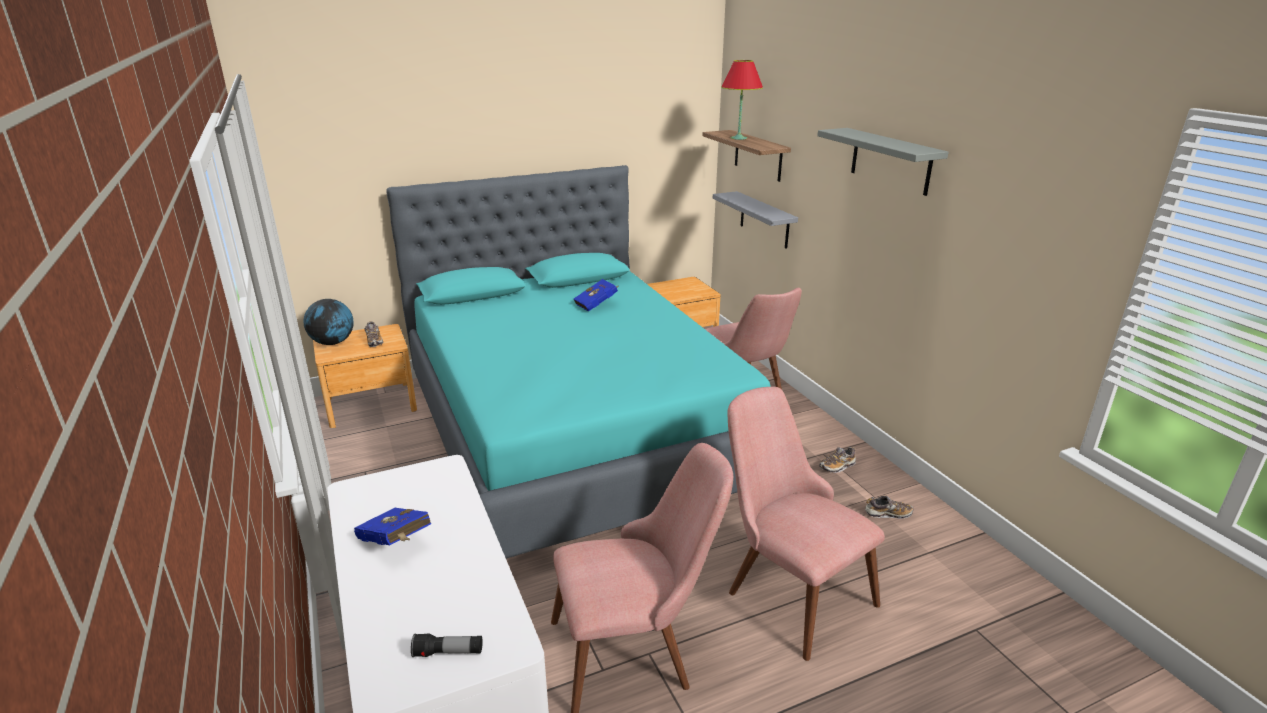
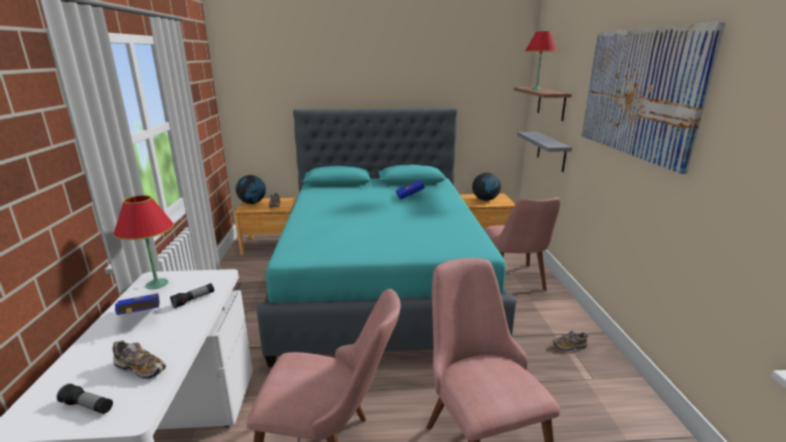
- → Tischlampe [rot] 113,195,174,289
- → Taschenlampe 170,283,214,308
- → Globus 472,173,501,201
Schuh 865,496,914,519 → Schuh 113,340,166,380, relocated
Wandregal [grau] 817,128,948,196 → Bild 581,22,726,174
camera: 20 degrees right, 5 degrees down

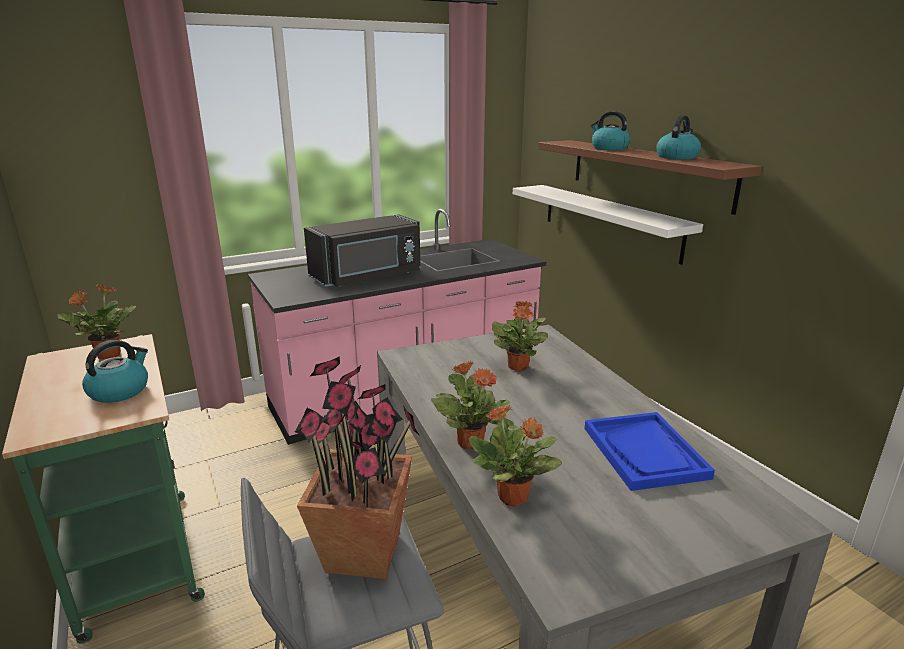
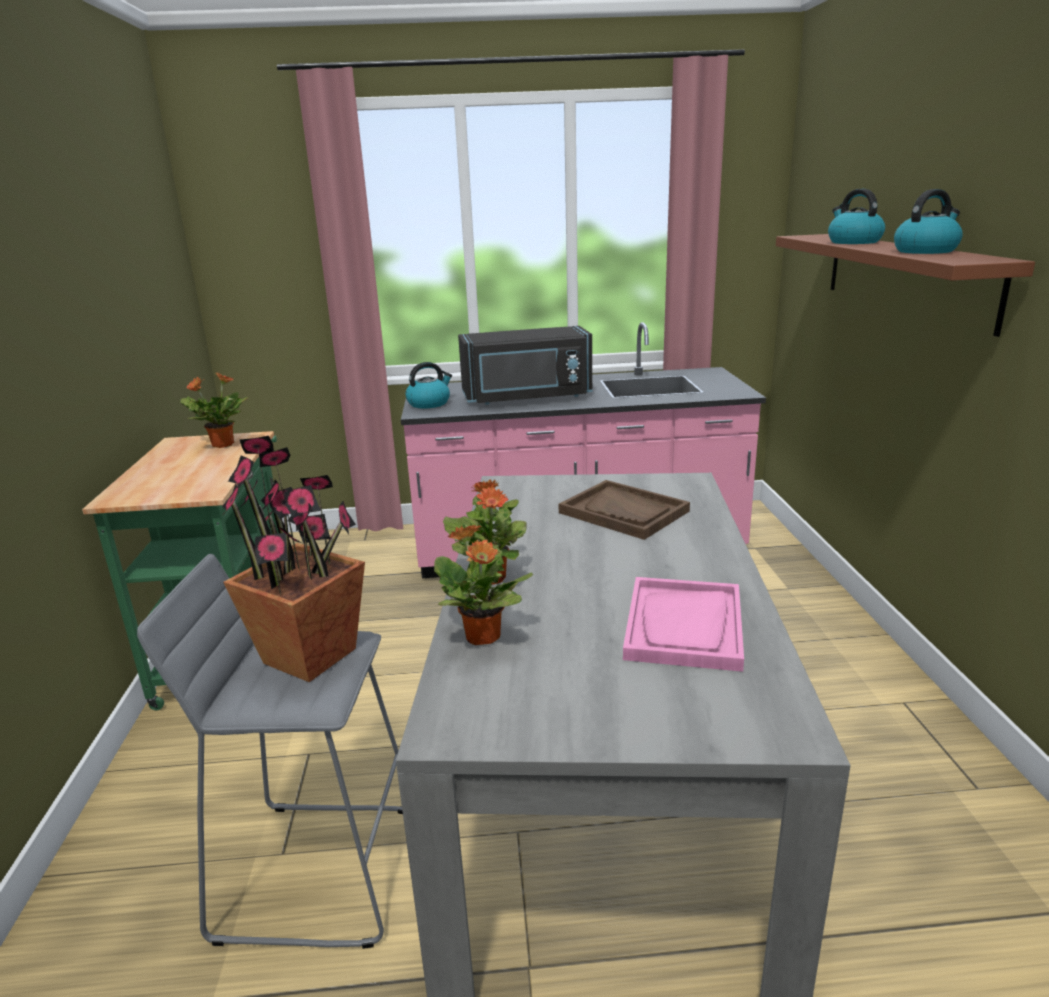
Wandregal [weiß] 513,185,703,265 → -
Wasserkessel 82,340,148,403 → Wasserkessel 405,362,452,409, relocated
Topfpflanze 492,301,548,371 → Tablett [braun] 559,480,690,540
Tablett [blau] 584,412,715,491 → Tablett [rosa] 623,577,744,672
camera: 25 degrees right, 0 degrees up

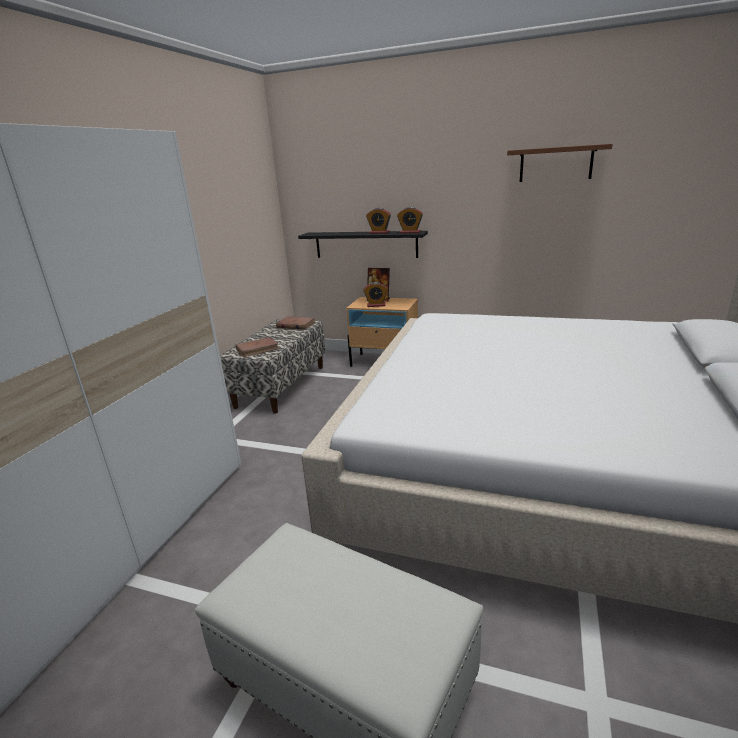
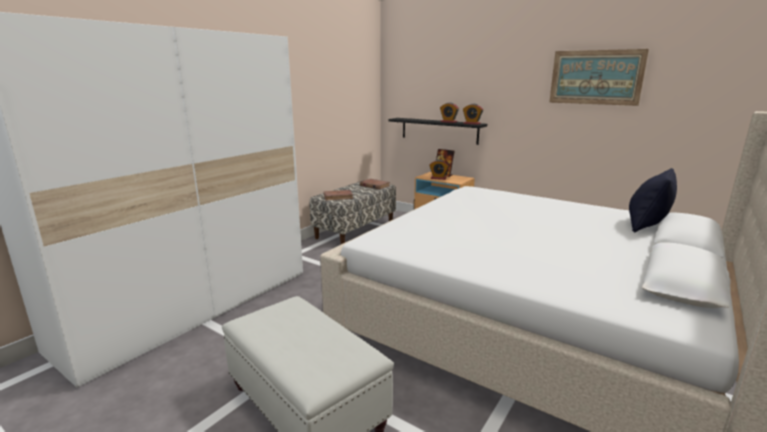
- → Kissen [schwarz] 629,168,677,232
Wandregal [braun] 507,144,613,182 → Bild 549,49,649,106
camera: 15 degrees right, 5 degrees down

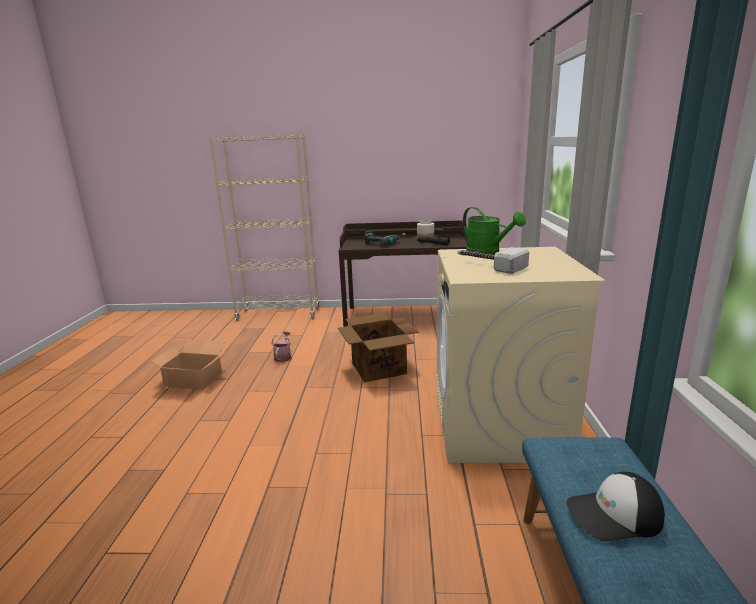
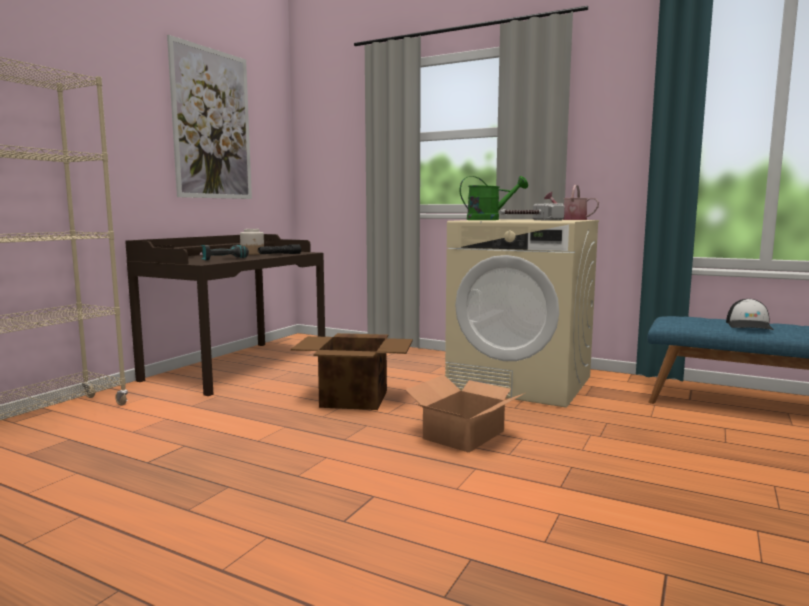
- → Bild 167,35,252,199
Karton 151,339,225,390 → Karton 406,375,525,453, relocated
Gießkanne 271,332,291,362 → Gießkanne 544,185,599,220, relocated
camera: 65 degrees left, 10 degrees down

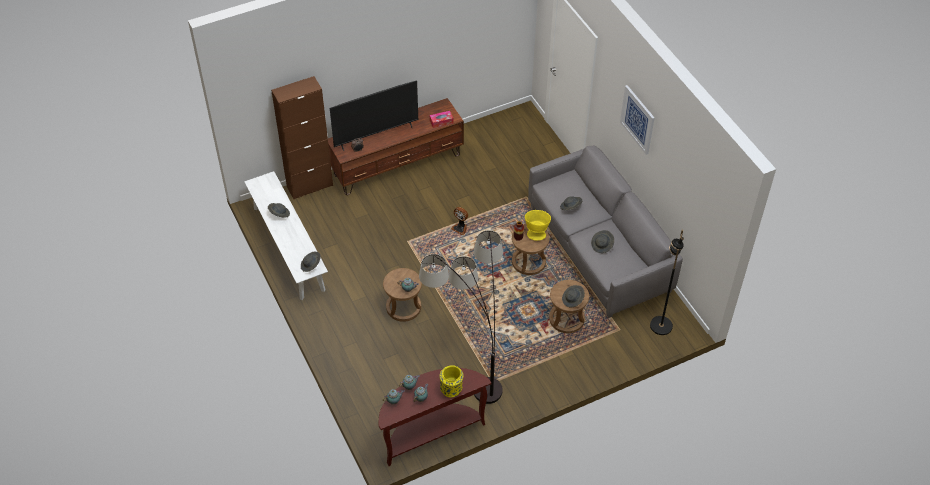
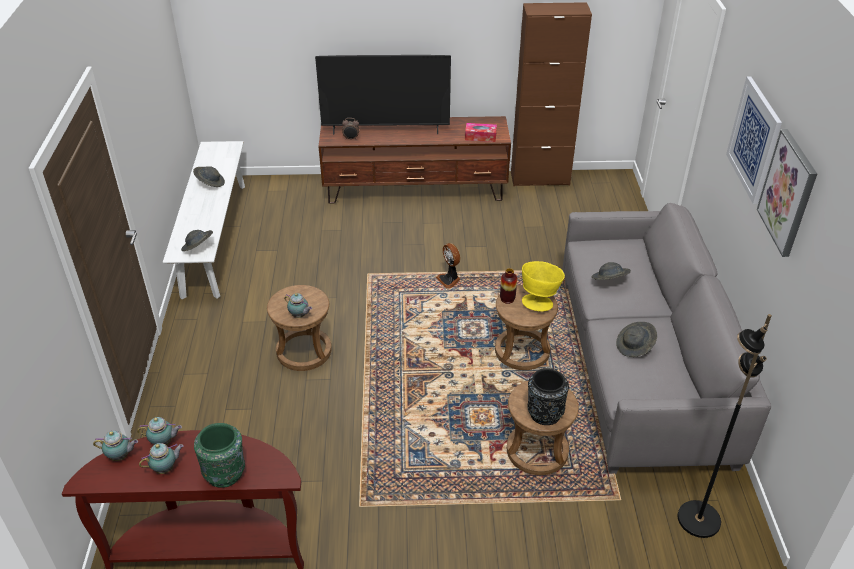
Stehlampe 419,230,503,404 → -
- → Bild 757,129,817,257
Schrank [braun] 271,76,333,199 → Schrank [braun] 511,2,592,187, relocated
Hut [grau] 562,285,585,307 → Vase [schwarz] 527,368,569,425
Vase [gelb] 439,365,463,397 → Vase [grün] 194,423,245,488
camera: 25 degrees right, 10 degrees down

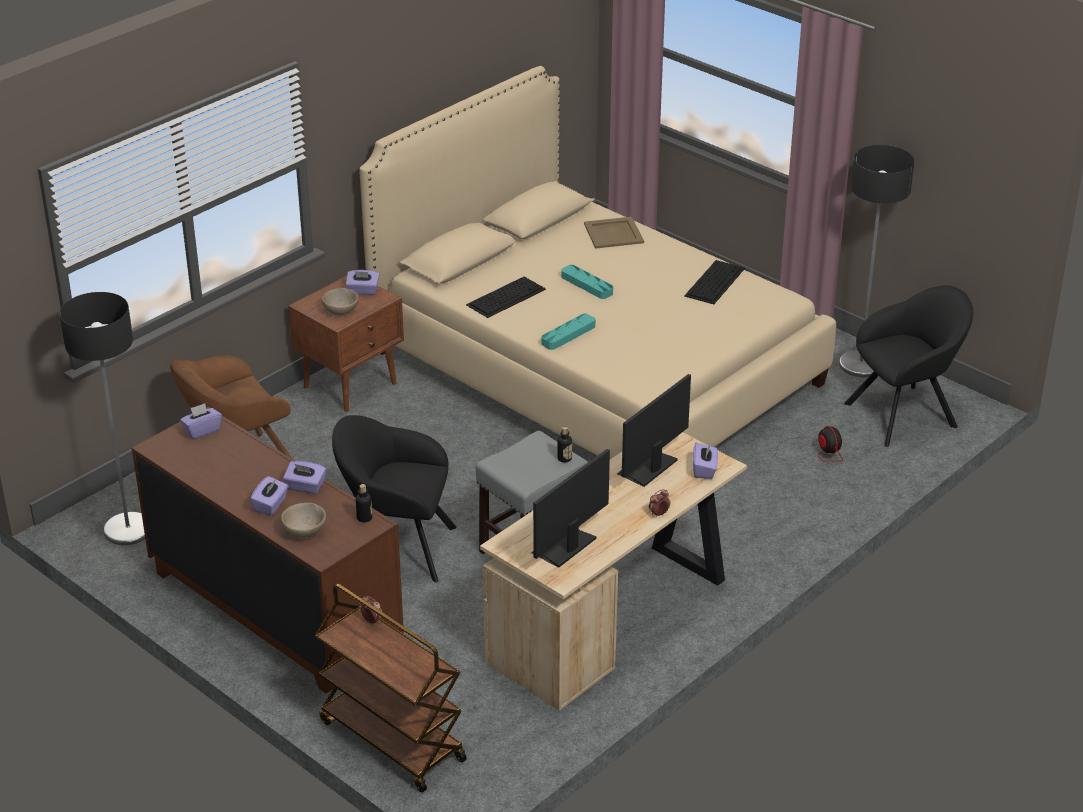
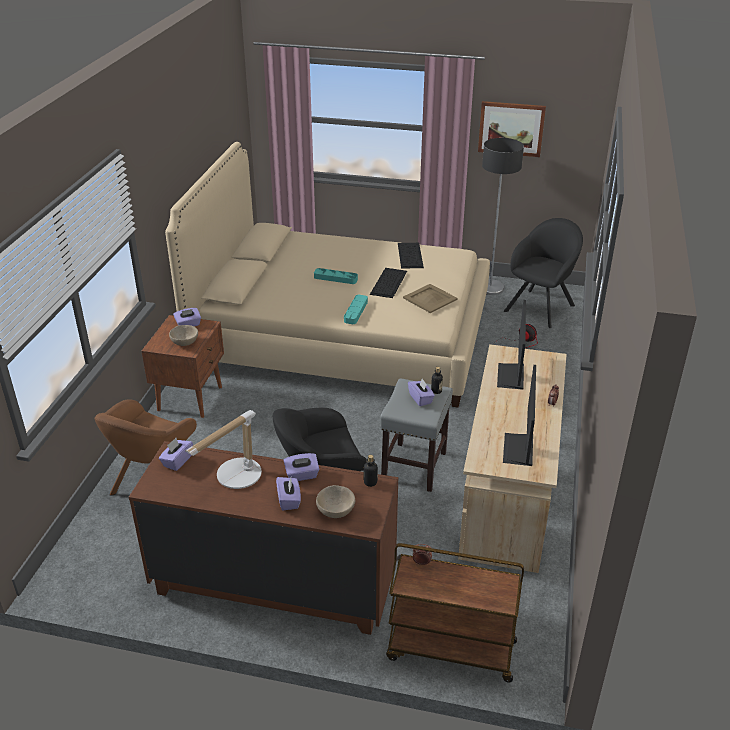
Stehlampe 59,292,145,545 → -
- → Tischlampe 185,410,262,489
- → Bild 478,101,546,157
Tastatur 466,277,546,318 → Tastatur 370,268,407,298, relocated
Tablett [beige] 584,217,644,249 → Tablett [beige] 403,284,458,313, relocated
Taschentuchbox [lila] 693,443,718,479 → Taschentuchbox [lila] 408,379,435,406, relocated
camera: 30 degrees left, 0 degrees up

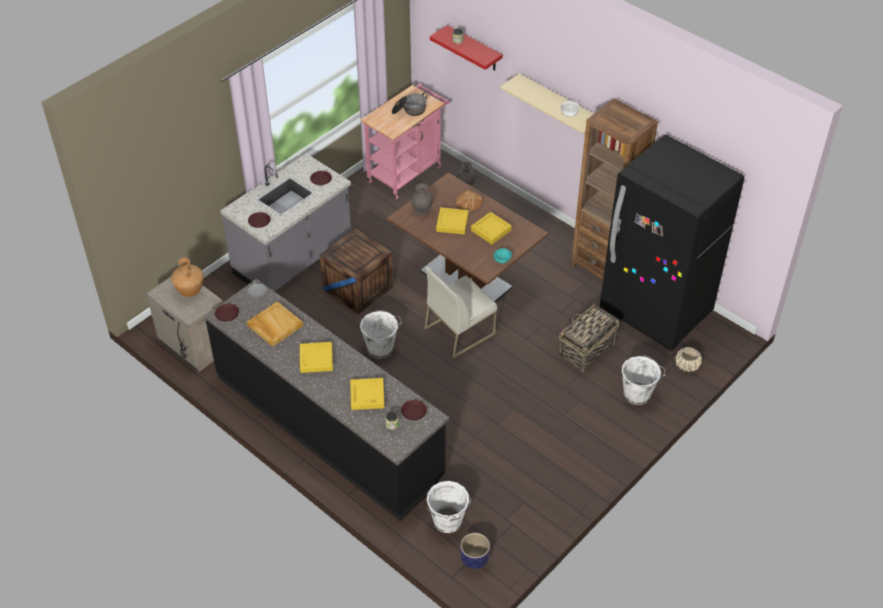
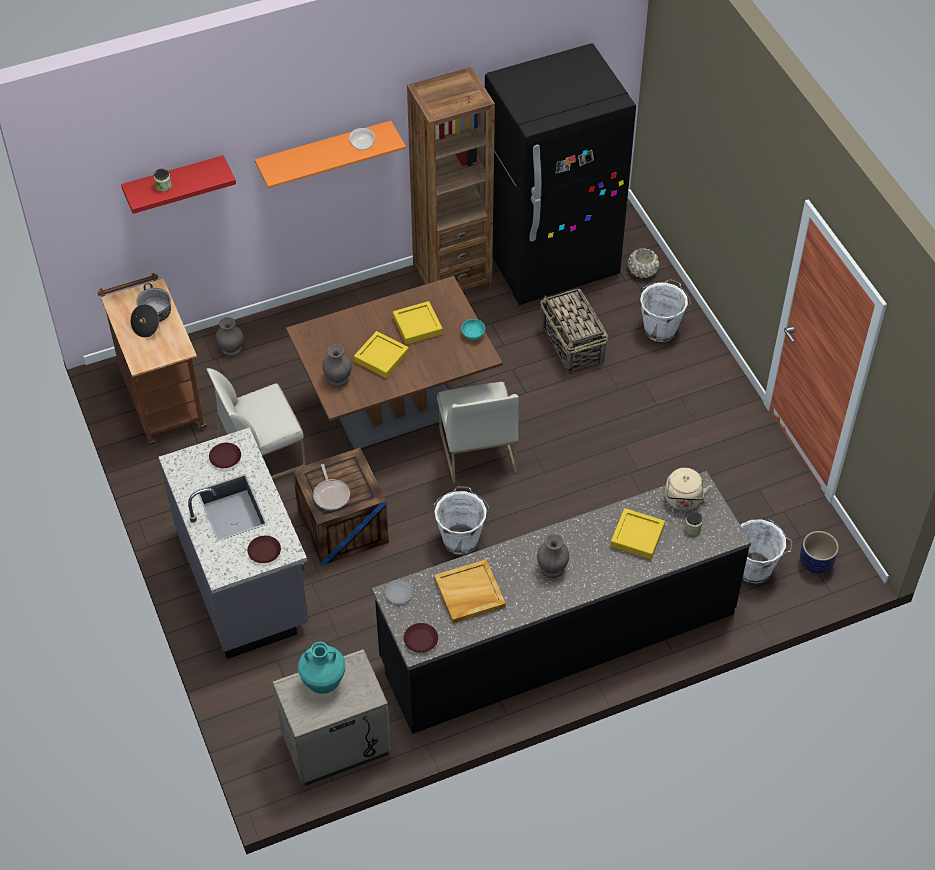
Brot 455,189,483,211 → -
- → Stuhl [weiß] 207,368,306,479
- → Pfanne 313,464,350,510
Tablett [gelb] 300,342,333,373 → Vase [grau] 537,534,569,578
Teller [braun] 401,400,427,420 → Wasserkessel [beige] 665,468,712,510
Vase [braun] 171,257,203,297 → Vase [türkis] 298,642,345,694
Rollwagen [rosa] 361,84,450,199 → Rollwagen [braun] 98,273,208,446
Wandregal [beige] 500,74,594,134 → Wandregal [orange] 255,121,406,188
camera: 65 degrees left, 5 degrees up

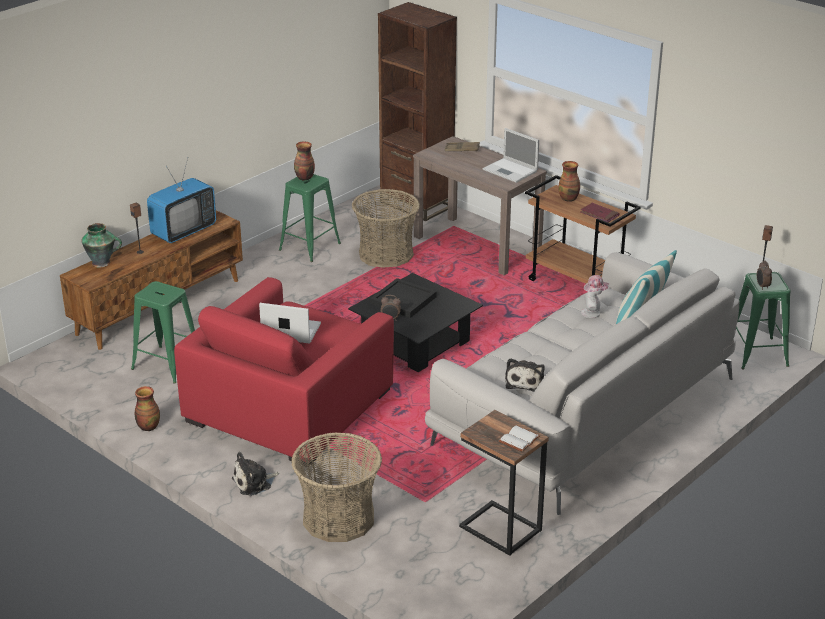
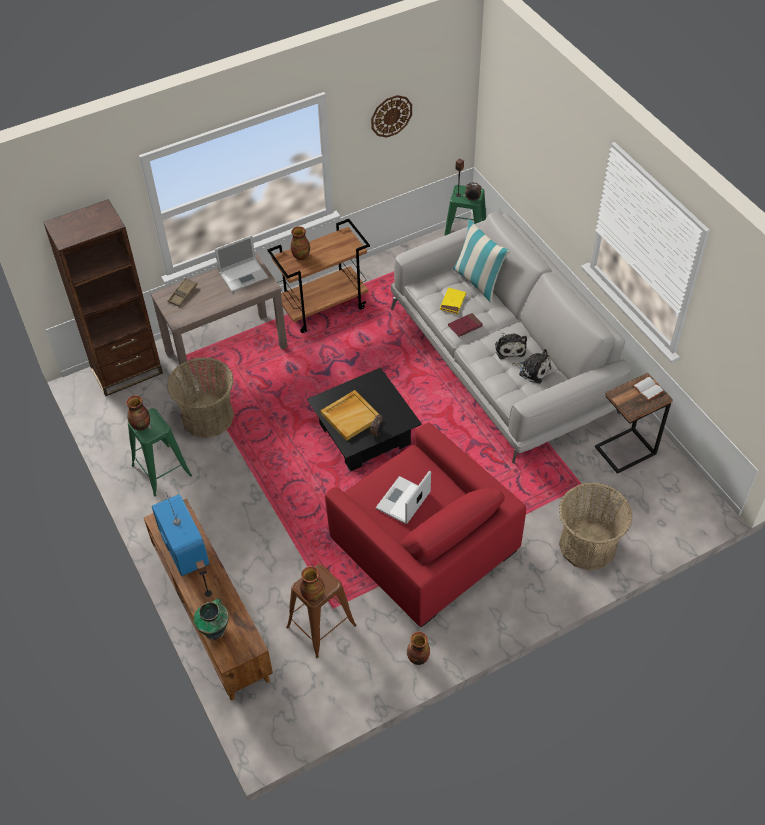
- → Vase 300,566,325,602
- → Wanduhr 371,95,412,138
Plüschtier 232,452,279,496 → Plüschtier 495,333,527,359, relocated
Buch [rot] 580,203,620,222 → Buch [rot] 448,313,483,337, relocated
Hut 581,275,609,318 → Buch [gelb] 440,288,466,314
Hocker [grün] 131,281,195,384 → Hocker [braun] 286,564,357,658
Tablett [schwarz] 370,278,437,318 → Tablett [beige] 321,390,379,441
camera: 70 degrees left, 20 degrees up

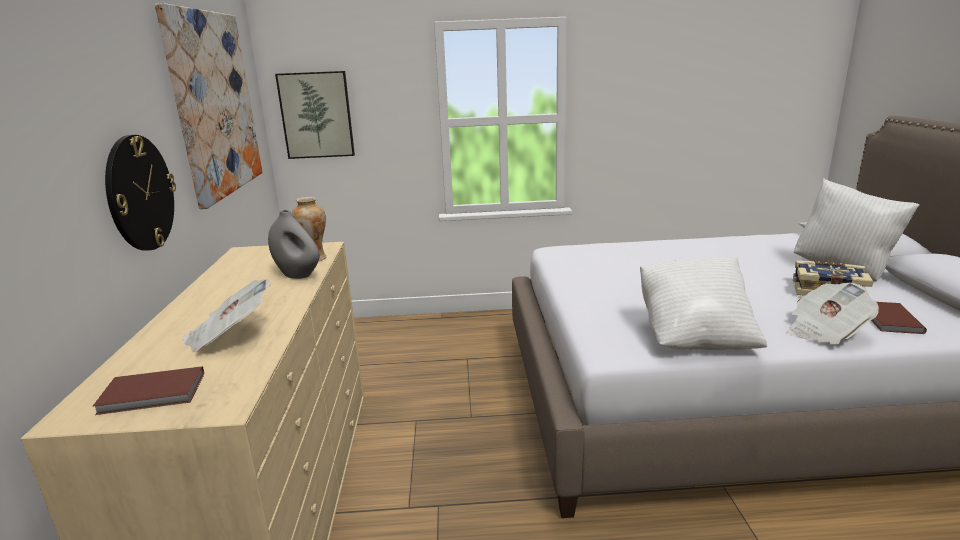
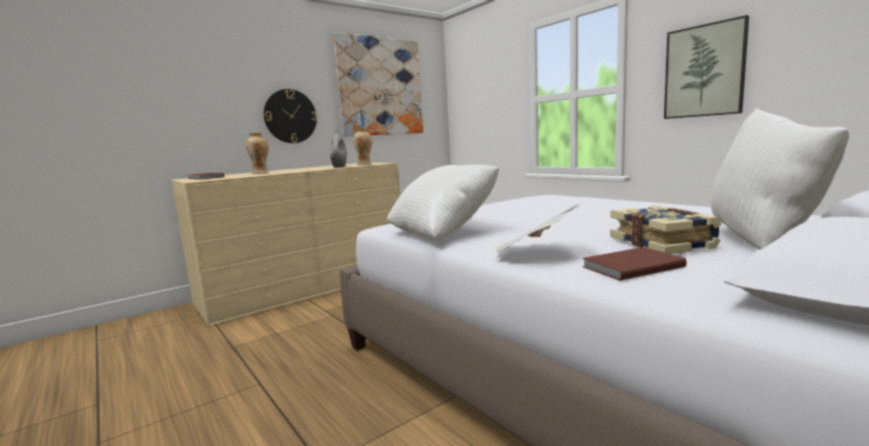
Bild 275,71,355,159 → Bild 664,15,749,119, relocated
Zeitung 182,279,270,352 → Vase 246,133,269,174
camera: 55 degrees right, 10 degrees down

